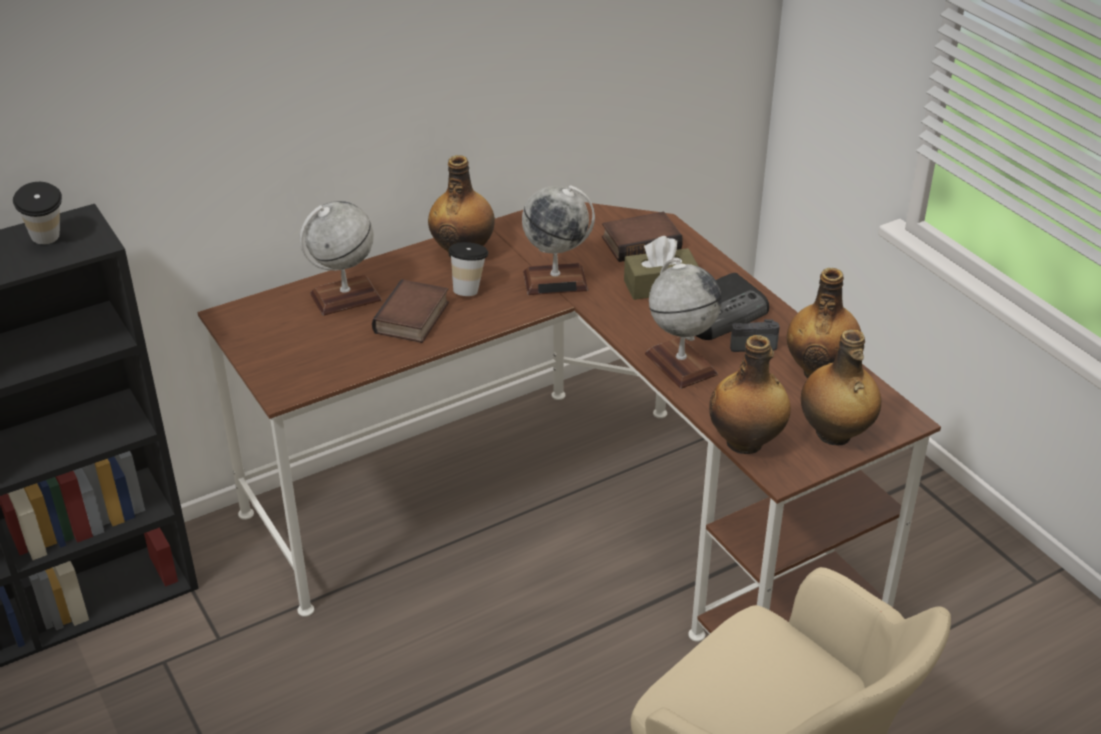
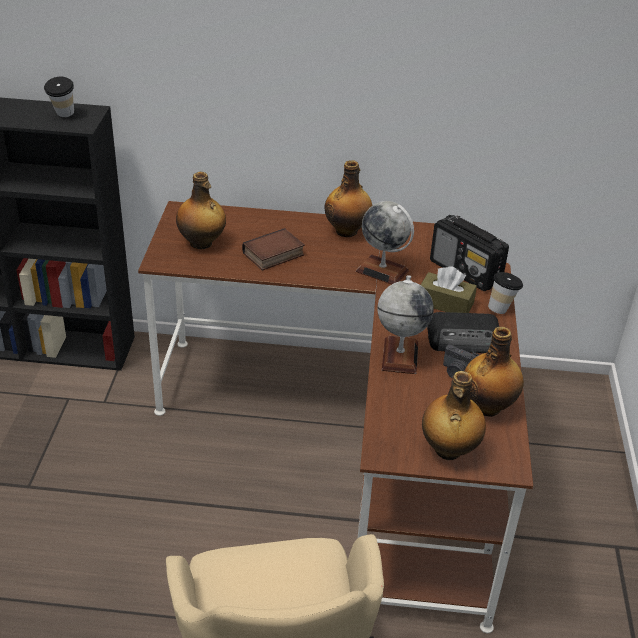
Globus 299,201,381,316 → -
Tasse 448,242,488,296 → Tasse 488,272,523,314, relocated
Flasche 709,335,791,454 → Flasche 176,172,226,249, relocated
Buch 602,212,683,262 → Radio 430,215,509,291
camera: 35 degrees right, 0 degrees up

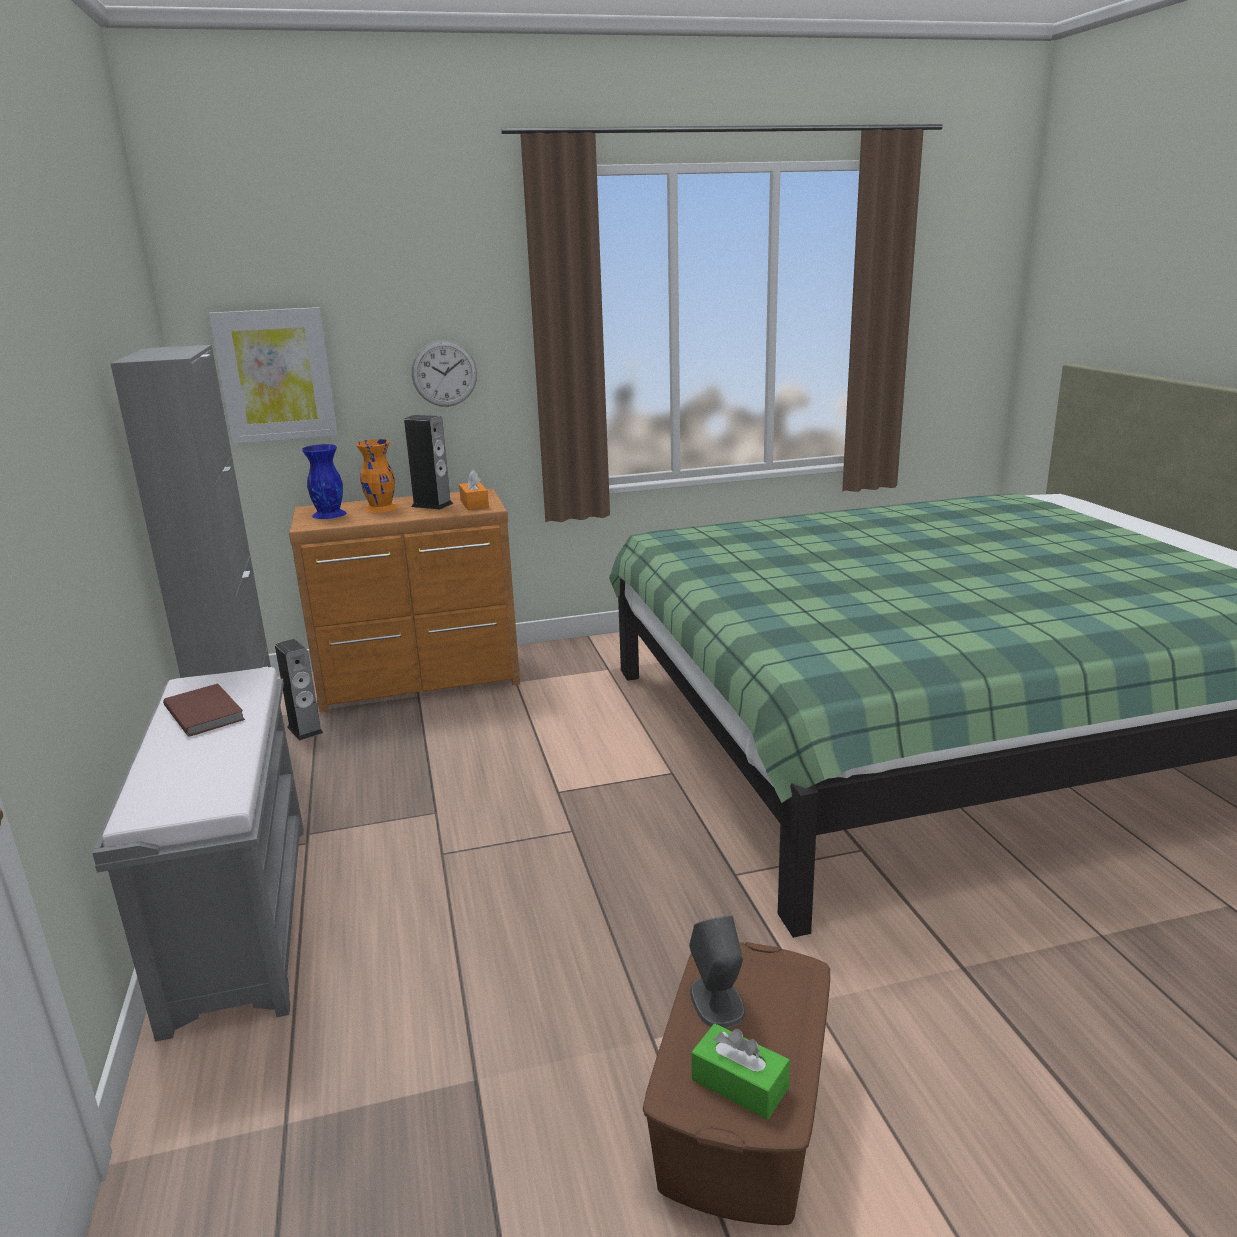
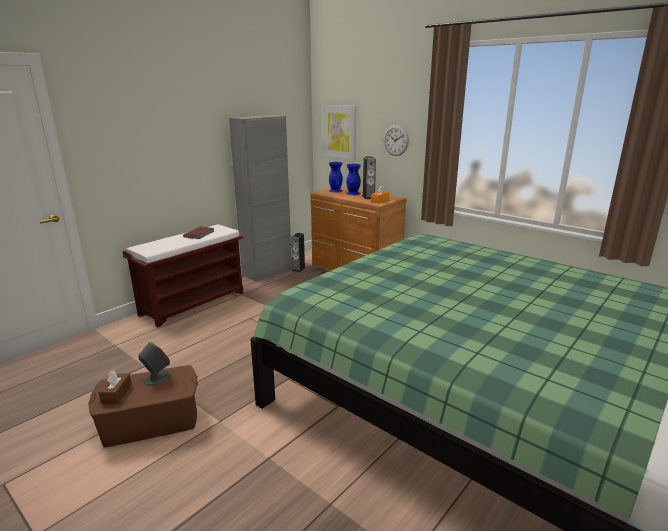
Bank [grau] 92,667,304,1042 → Bank [braun] 123,224,243,328
Vase [orange] 356,439,398,513 → Vase [blau] 346,164,361,195
Taschentuchbox [grün] 691,1023,790,1120 → Taschentuchbox [braun] 99,371,132,404
camera: 55 degrees right, 0 degrees up

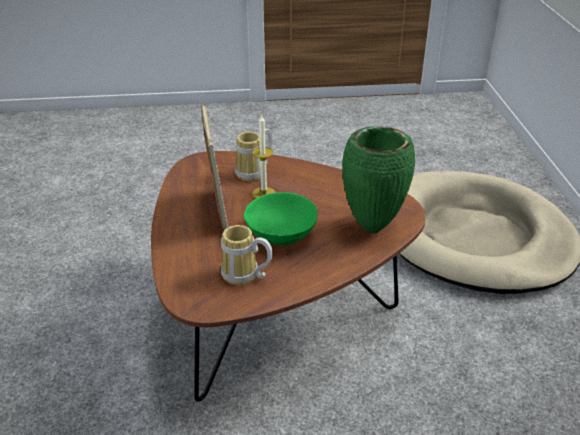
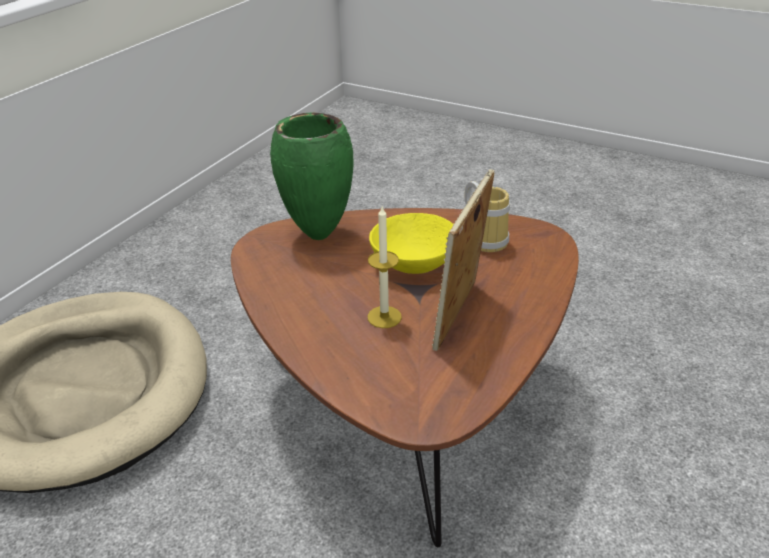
Henkelbecher 235,129,273,181 → -
Schüssel [grün] 244,192,318,246 → Schüssel [gelb] 369,213,453,274
camera: 145 degrees left, 0 degrees up

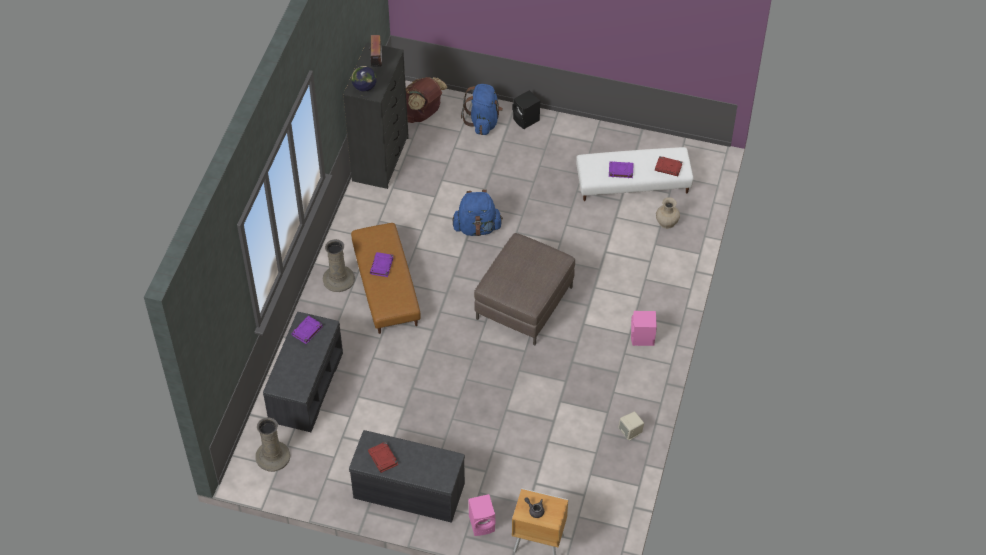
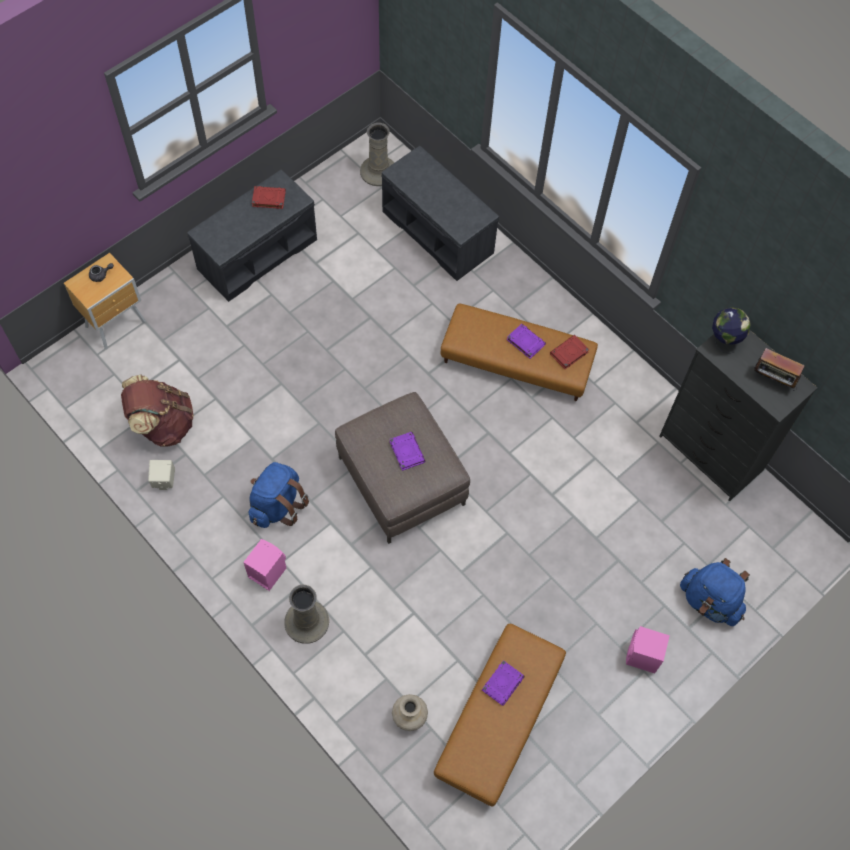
Lautsprecher [schwarz] 512,90,540,129 → -
Buch [lila] 291,316,323,344 → Buch [lila] 390,432,425,471, relocated
Vase [beige] 323,239,355,292 → Vase [beige] 284,585,329,644, relocated
Rucksack [braun] 406,77,448,123 → Rucksack [braun] 121,375,194,447, relocated
Rucksack [blau] 452,190,503,236 → Rucksack [blau] 249,462,309,528, relocated
Lautsprecher [rosa] 469,494,496,536 → Lautsprecher [rosa] 626,626,670,673, relocated
Buch [rot] 655,156,682,176 → Buch [rot] 550,335,589,369, relocated
Polsterhocker [weiß] 576,147,694,201 → Polsterhocker [braun] 434,624,566,806
camera: 120 degrees right, 10 degrees up

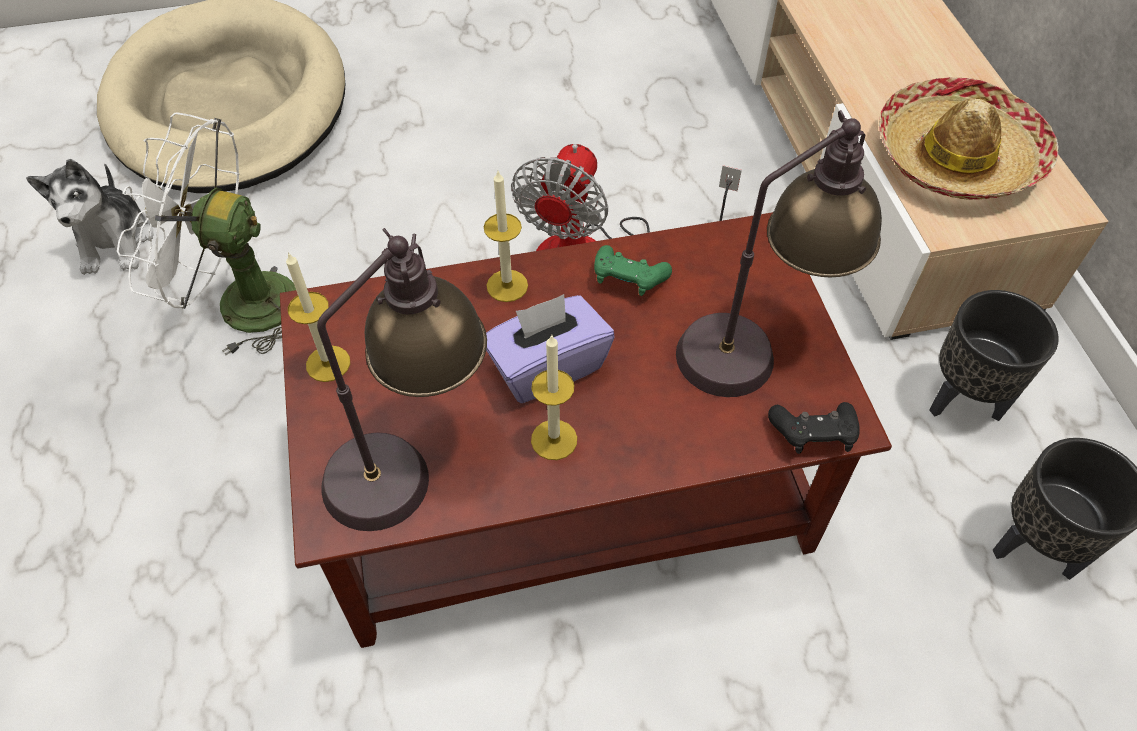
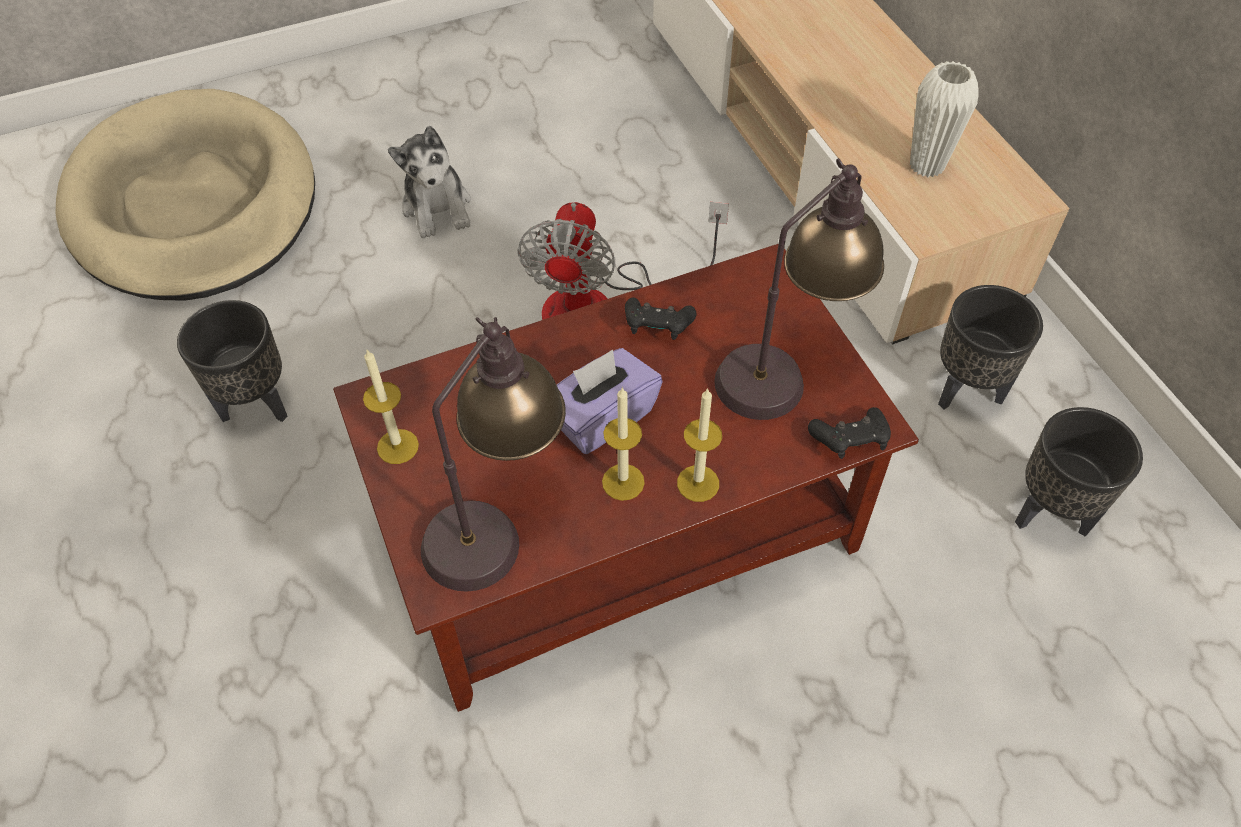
Plüschtier 26,159,153,275 → Plüschtier 388,126,471,239, relocated
Kerze 484,171,528,302 → Kerze 677,388,722,502, relocated
Ventilator [weiß] 117,112,296,355 → Pflanzkübel [schwarz] 177,300,288,422
Hut 879,77,1059,200 → Vase [weiß] 910,61,978,177
Gamepad [grün] 594,245,672,296 → Gamepad [schwarz] 625,298,697,340
camera: 10 degrees left, 0 degrees up

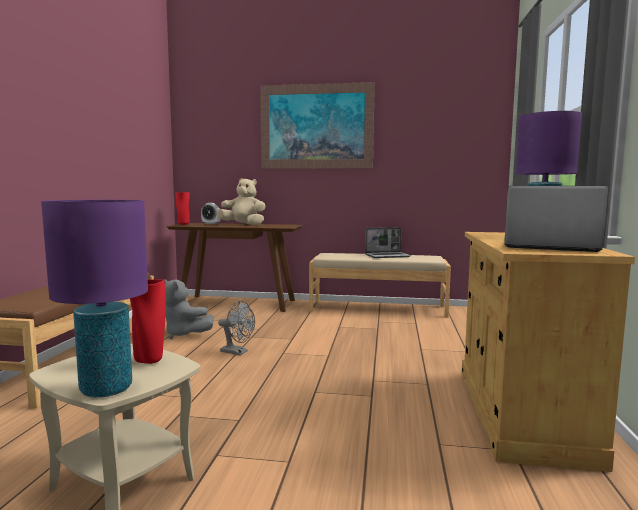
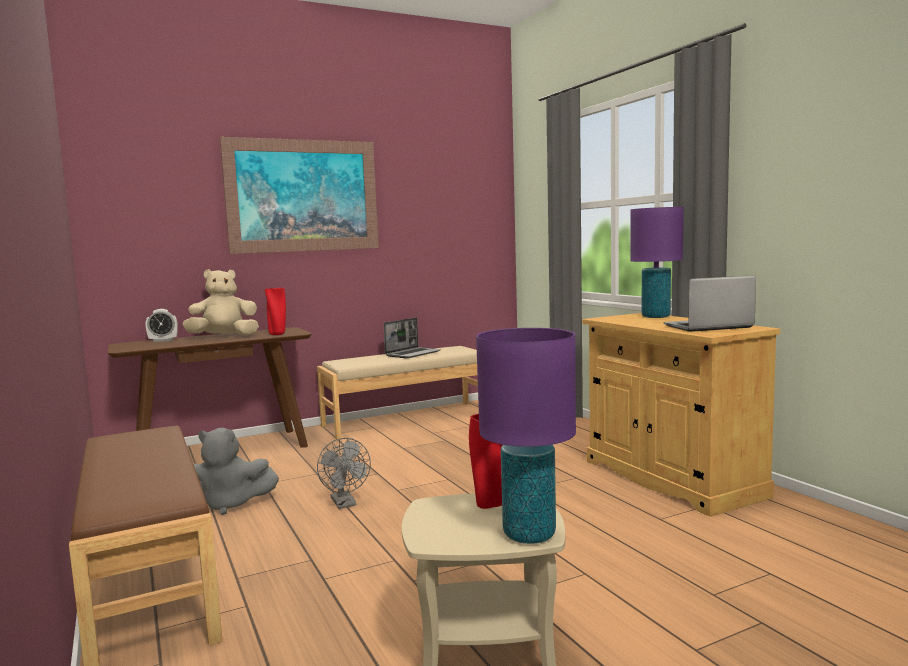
Vase [rot] 175,192,190,225 → Vase [rot] 265,288,286,335, relocated
Ventilator [grau] 218,301,255,355 → Ventilator [grau] 317,438,371,509, 75 degrees clockwise
camera: 35 degrees left, 0 degrees up

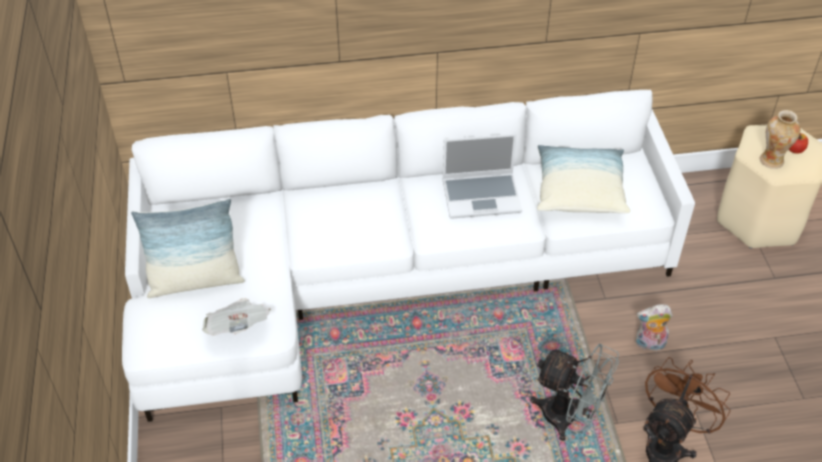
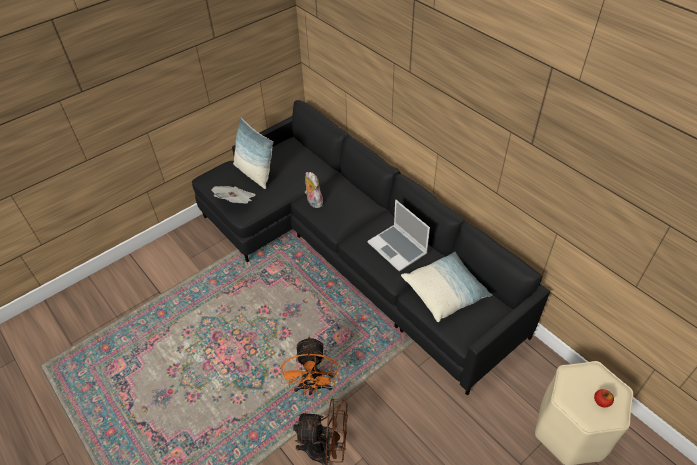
Vase 760,110,801,169 → -
Plüschtier 635,304,673,351 → Plüschtier 305,172,323,208, relocated
Sofa [weiß] 122,90,695,422 → Sofa [schwarz] 192,100,550,396
Ventilator [grau] 530,344,619,441 → Ventilator [orange] 281,336,339,395
camera: 60 degrees right, 0 degrees up

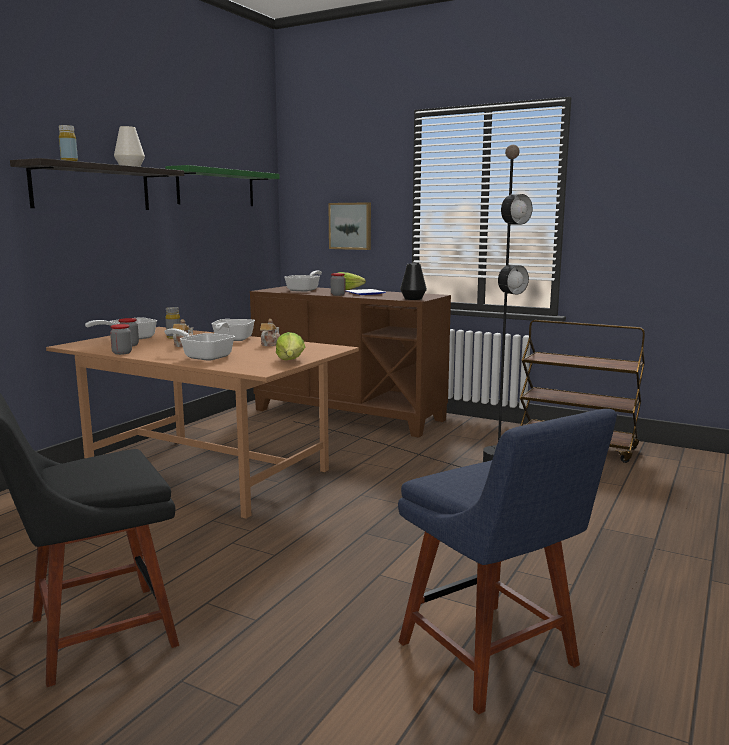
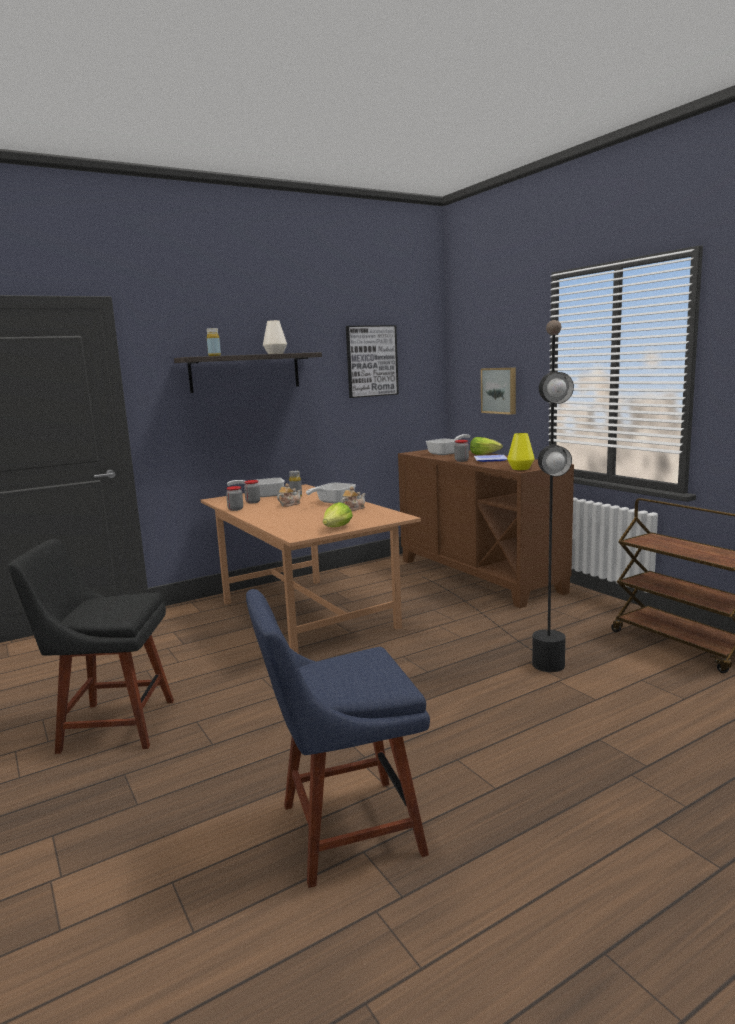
Pfanne 164,328,235,361 → -
Wandregal [grün] 165,165,280,206 → Bild 346,325,399,398
Vase [schwarz] 400,264,427,300 → Vase [gelb] 507,433,535,470
Stuhl [blau] 398,409,617,715 → Stuhl [blau] 246,589,430,888, 75 degrees clockwise
camera: 30 degrees right, 0 degrees up

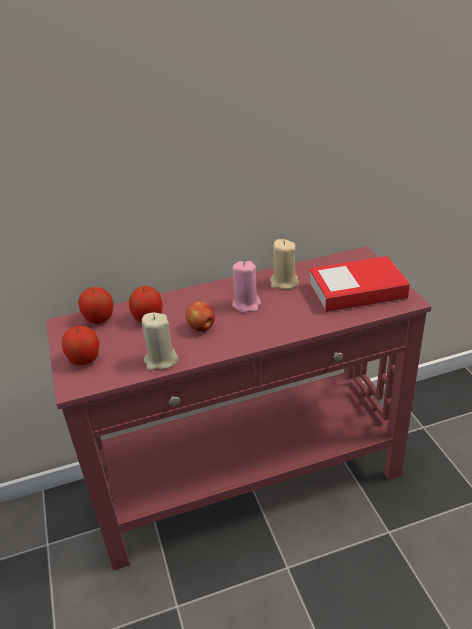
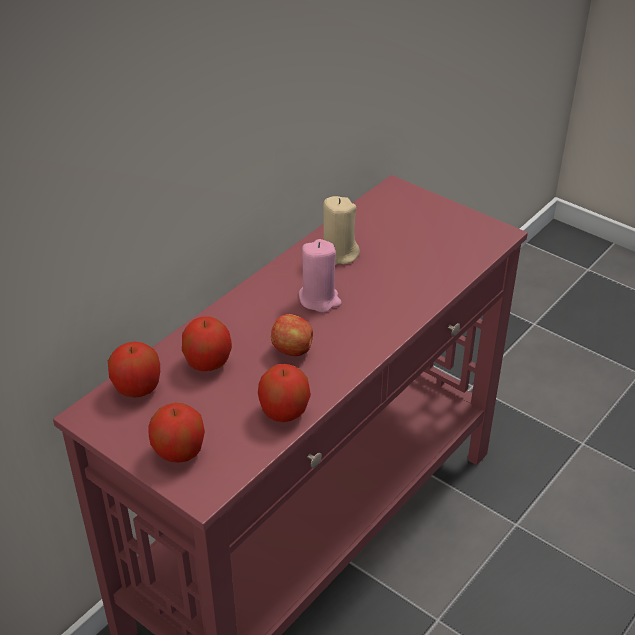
Buch 309,256,410,312 → -
Kerze [beige] 142,312,178,371 → Apfel 258,364,311,422
camera: 35 degrees left, 5 degrees up

